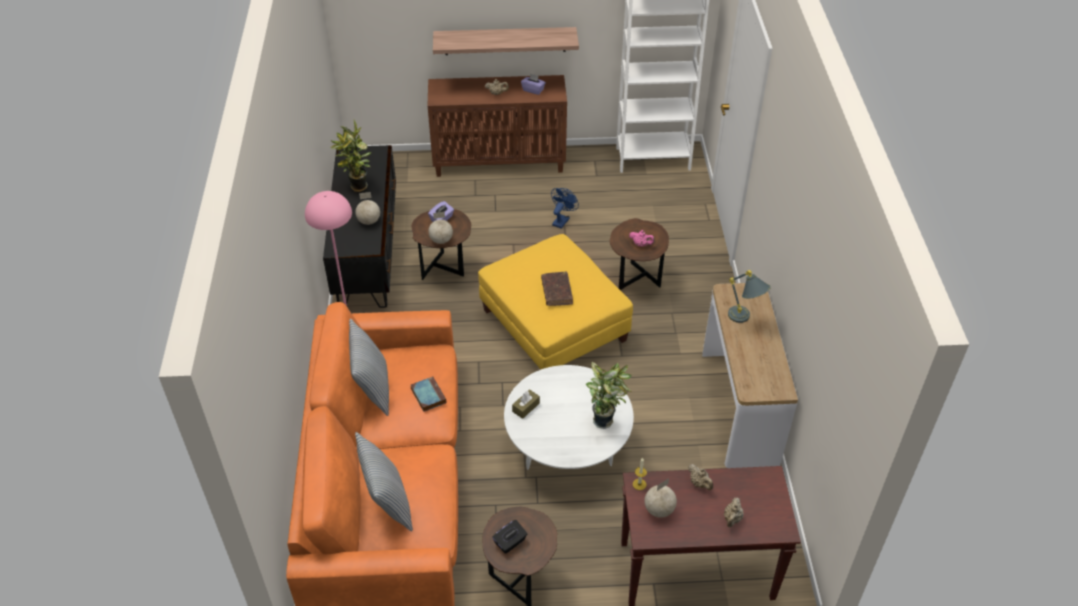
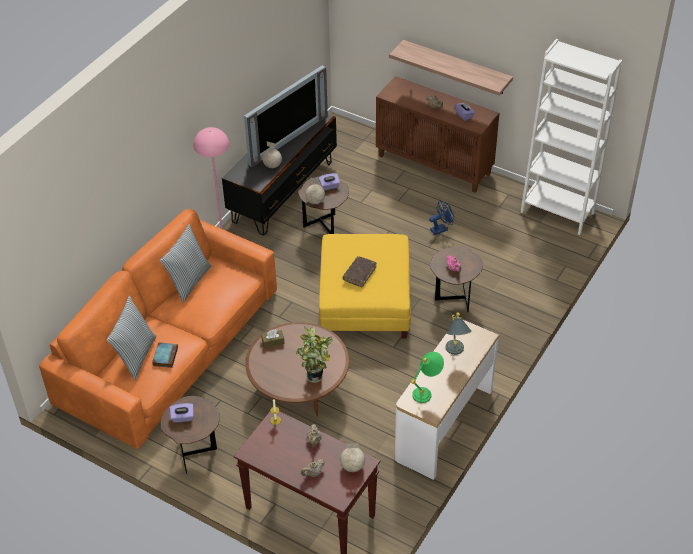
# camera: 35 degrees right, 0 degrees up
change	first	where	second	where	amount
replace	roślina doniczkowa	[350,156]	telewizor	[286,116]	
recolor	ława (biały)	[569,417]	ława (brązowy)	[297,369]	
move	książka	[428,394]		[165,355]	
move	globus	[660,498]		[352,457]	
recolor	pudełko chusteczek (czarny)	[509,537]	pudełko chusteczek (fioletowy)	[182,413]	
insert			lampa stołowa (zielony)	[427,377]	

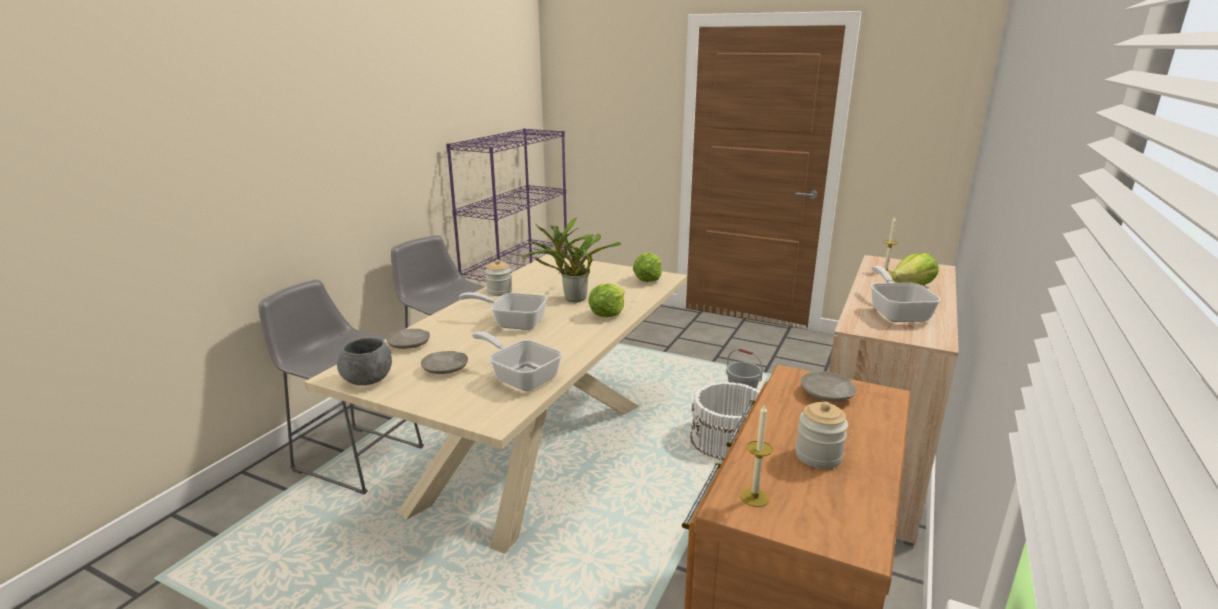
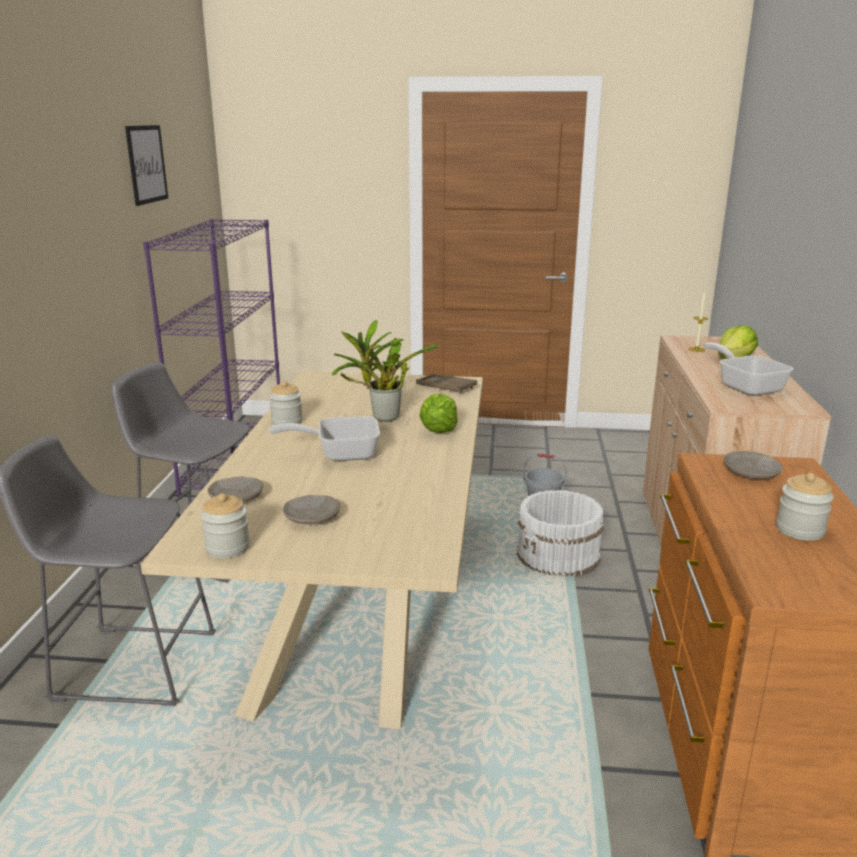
# camera: 20 degrees left, 0 degrees up
change	first	where	second	where	amount
replace	sałata	[647,267]	taca (brązowy)	[446,383]	
delete	patelnia	[517,361]			
replace	miska (szary)	[364,361]	słoik	[225,525]	
delete	świeca	[756,455]			
insert			obraz	[146,165]	

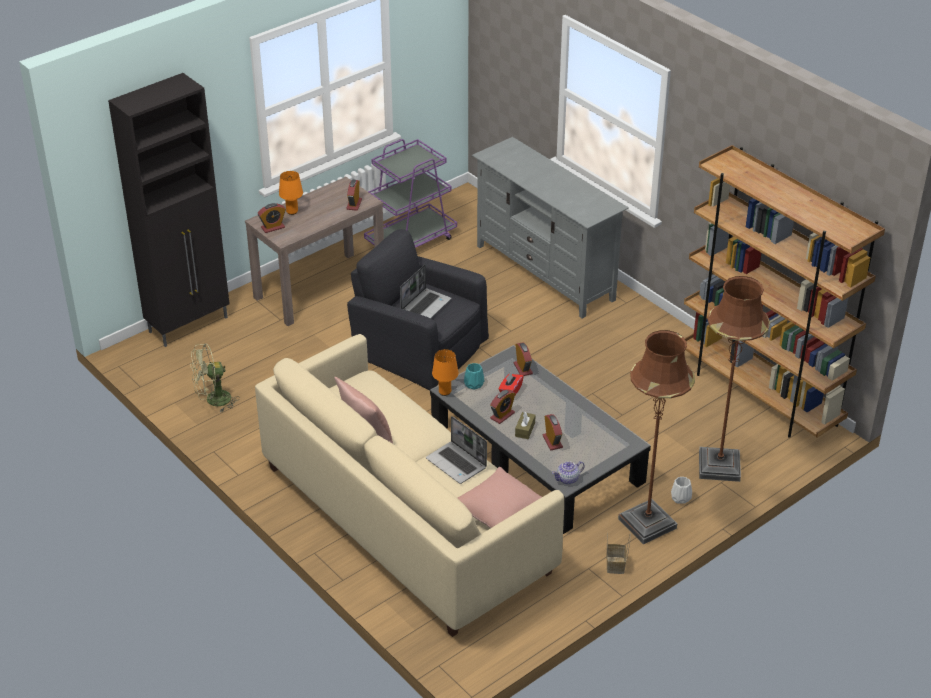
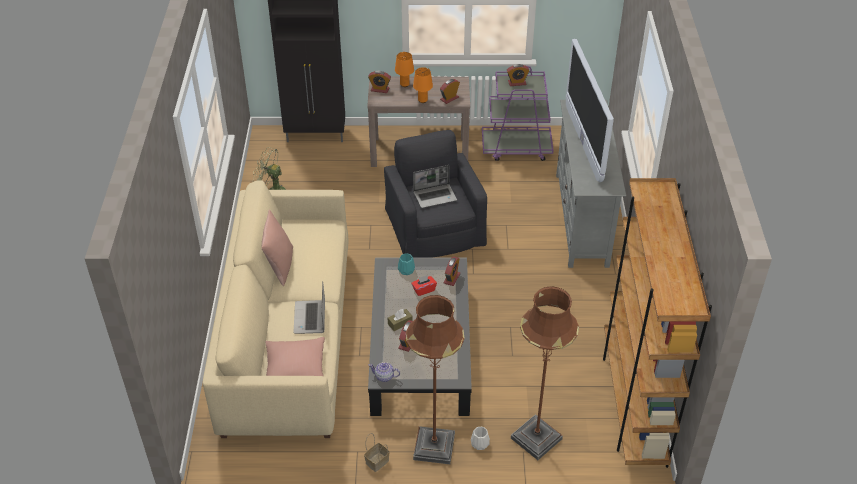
# camera: 40 degrees right, 5 degrees up
change	first	where	second	where	amount
move	lampa stołowa (pomarańczowy)	[445,372]		[423,85]	
move	budzik	[502,406]		[518,75]	
insert			telewizor	[590,110]	

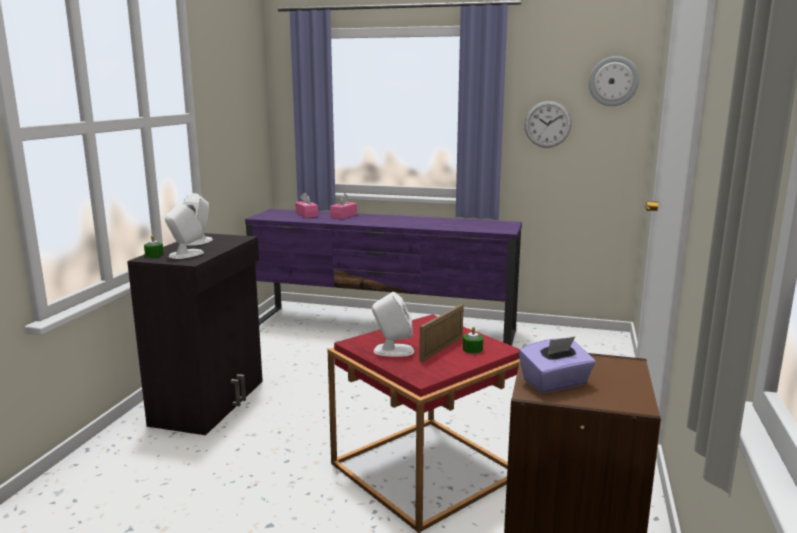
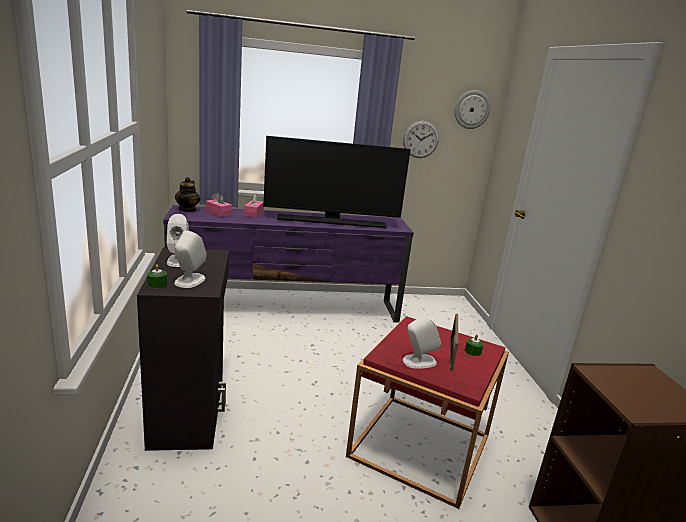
# camera: 25 degrees left, 5 degrees up
change	first	where	second	where	amount
delete	pudełko chusteczek (fioletowy)	[557,364]			
insert			telewizor	[337,182]	
insert			imbryk	[187,194]	

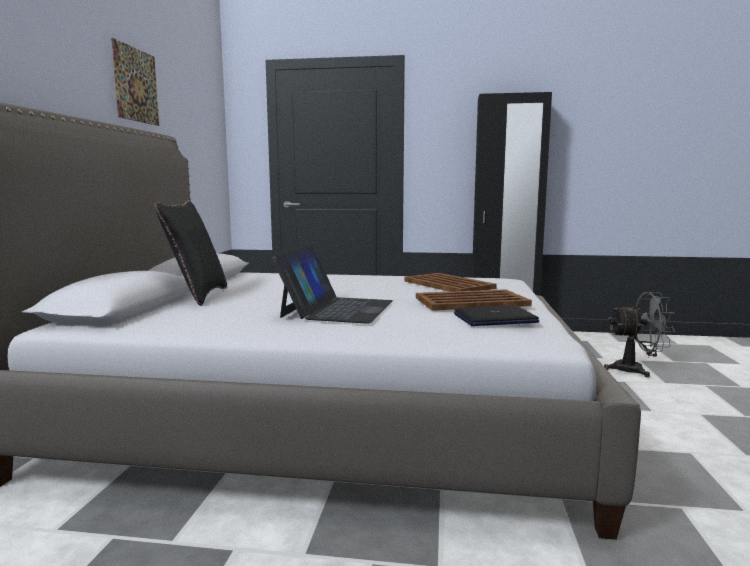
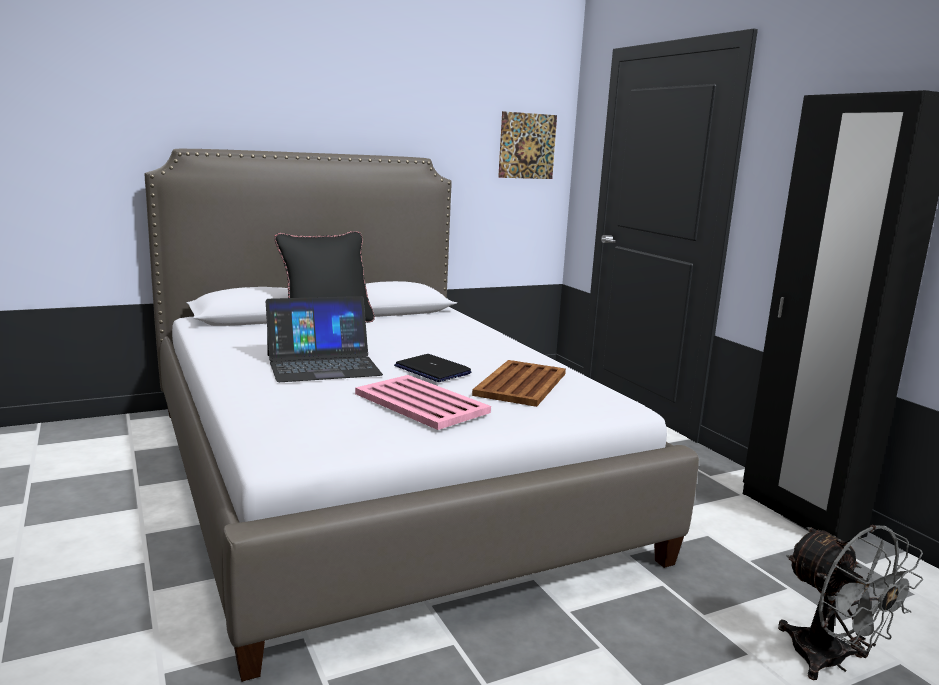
# camera: 55 degrees right, 5 degrees up
change	first	where	second	where	amount
move	obraz	[135,82]		[527,145]	
recolor	taca (brązowy)	[474,300]	taca (różowy)	[423,402]	
move	laptop	[496,315]		[433,368]	

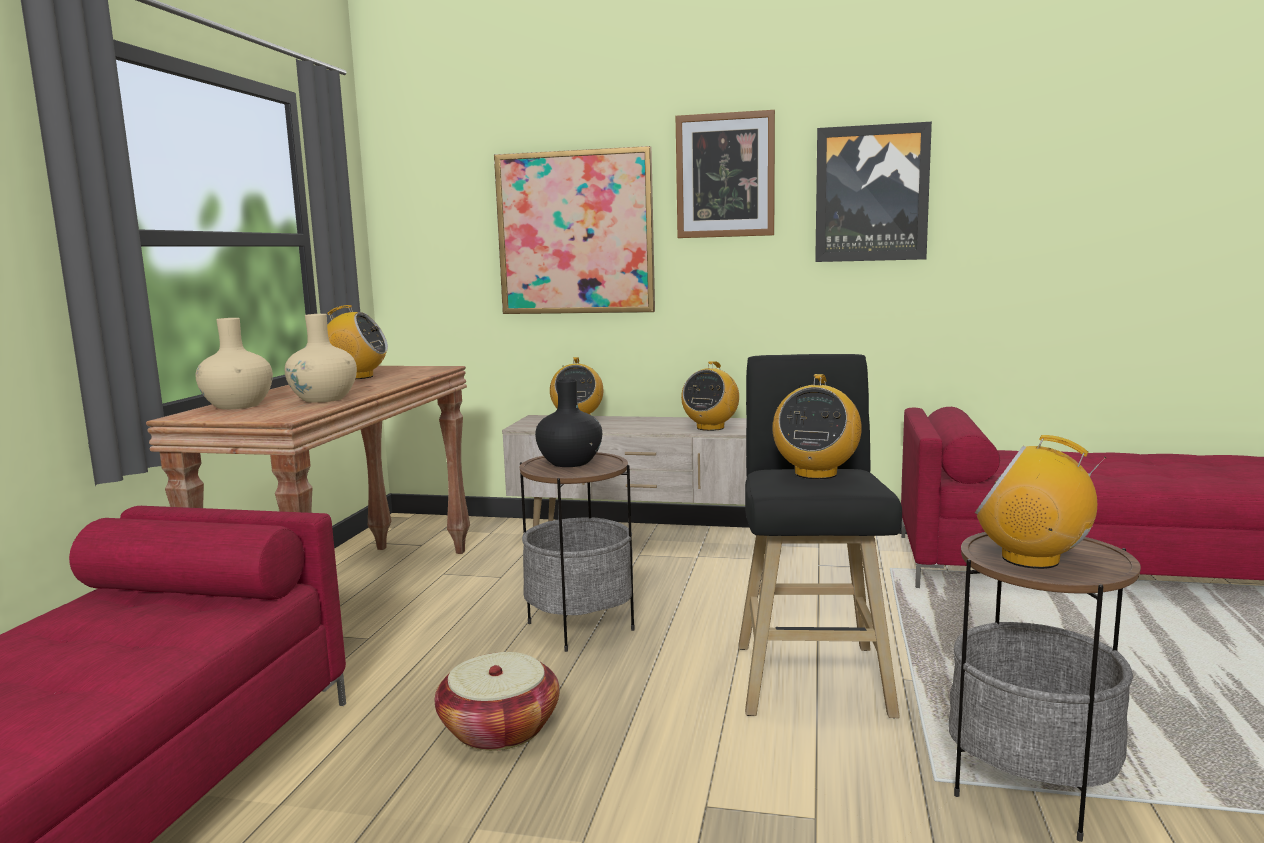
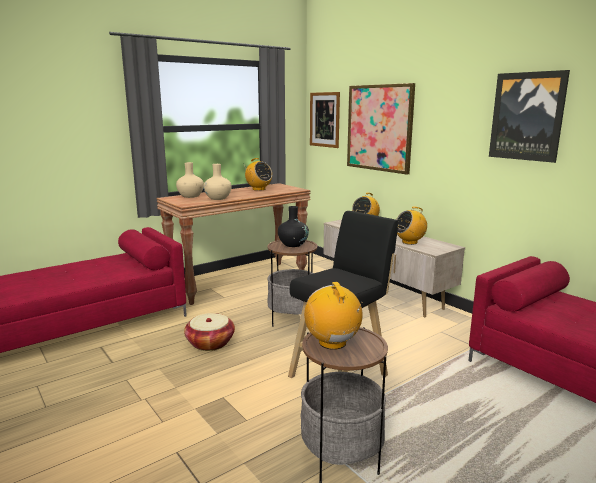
# camera: 40 degrees right, 5 degrees up
change	first	where	second	where	amount
move	obraz	[725,174]		[325,120]	
delete	radio	[817,426]			

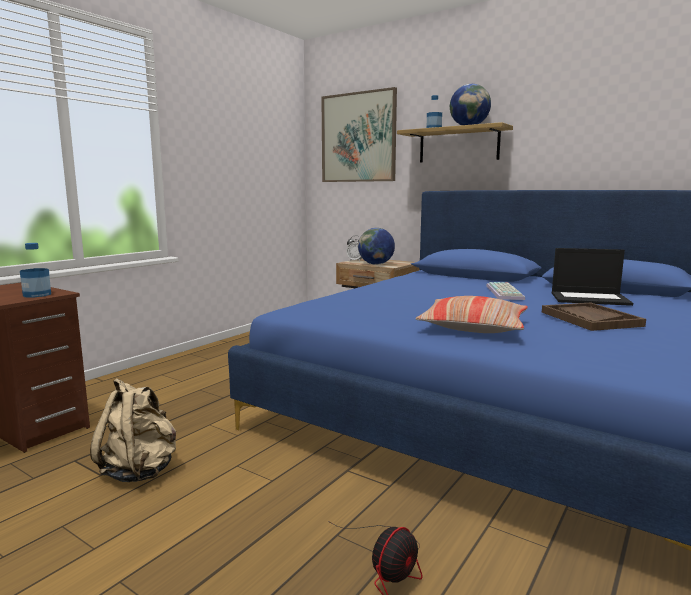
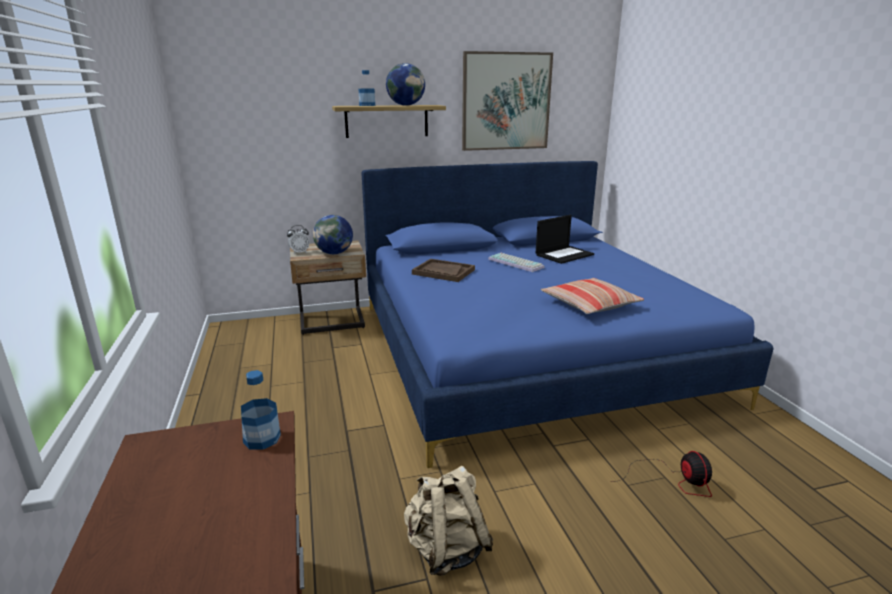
# camera: 50 degrees left, 10 degrees up
change	first	where	second	where	amount
move	obraz	[359,134]		[507,101]	
move	taca (brązowy)	[594,317]		[443,270]	

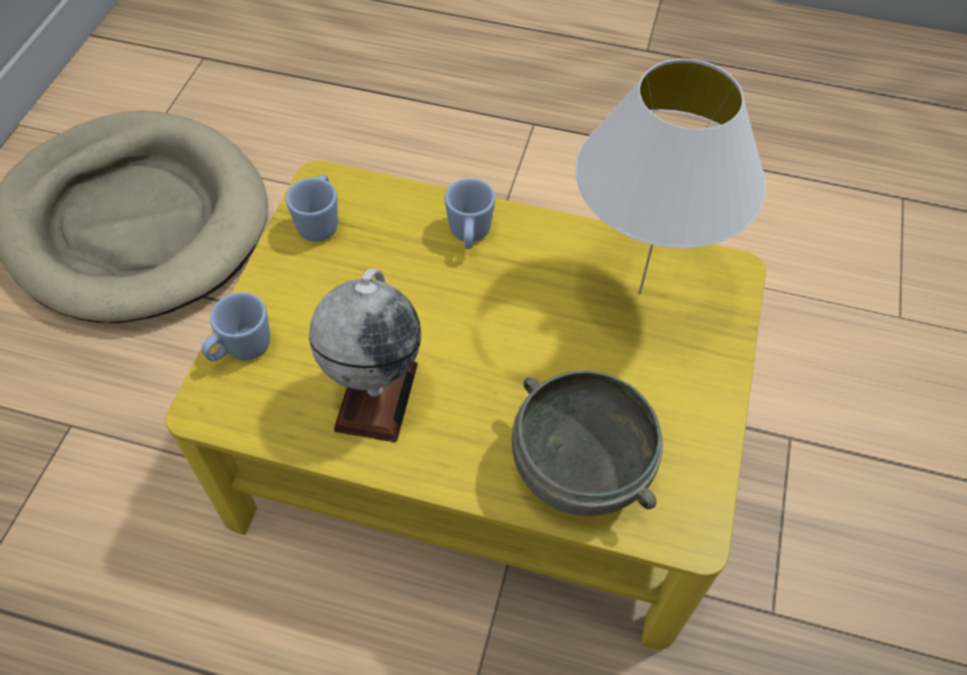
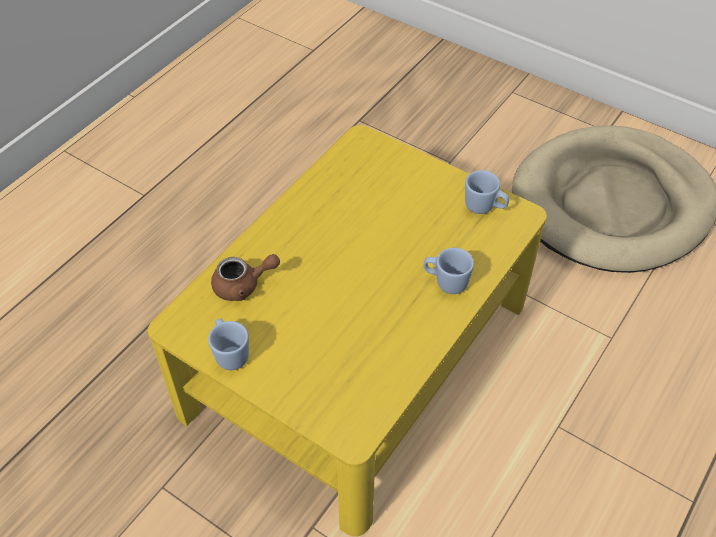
# camera: 110 degrees right, 5 degrees down
change	first	where	second	where	amount
delete	lampa stołowa (biały)	[670,176]			
delete	globus	[365,355]			
move	kubek (niebieski)	[236,326]		[228,344]	
replace	miska (szary)	[587,443]	imbryk (brązowy)	[245,277]	

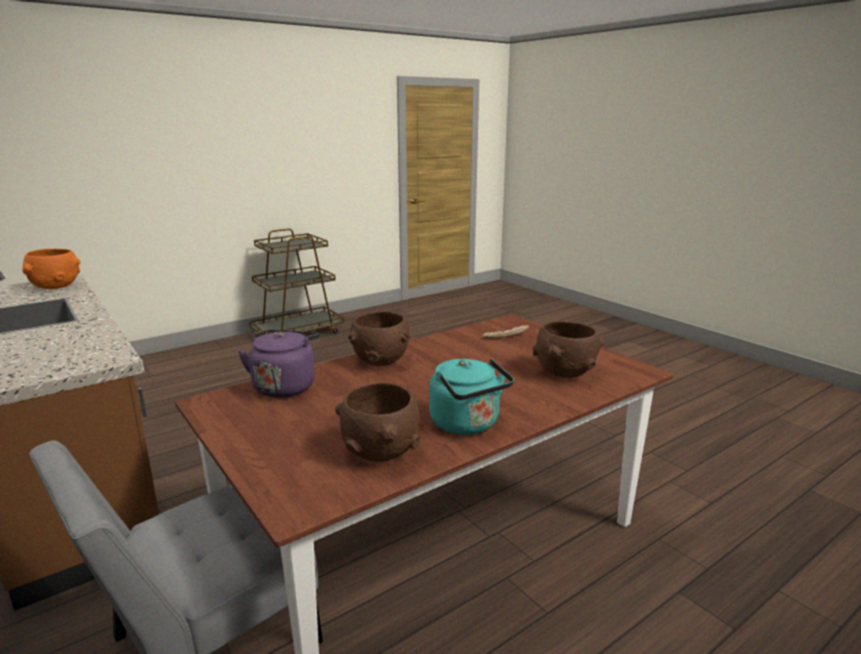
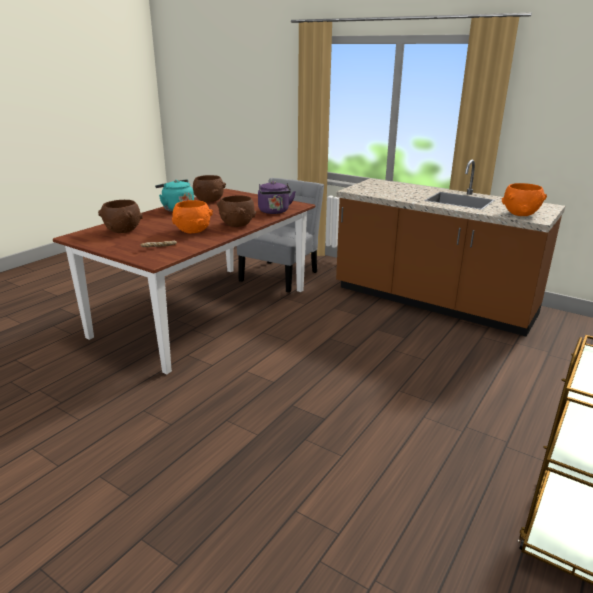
# camera: 160 degrees right, 5 degrees up
change	first	where	second	where	amount
insert			miska (pomarańczowy)	[192,217]	

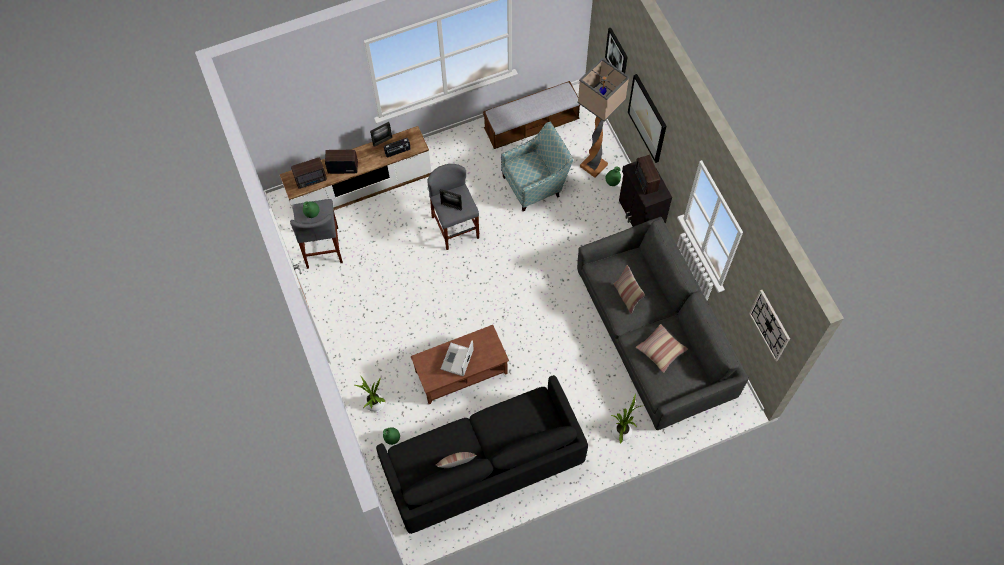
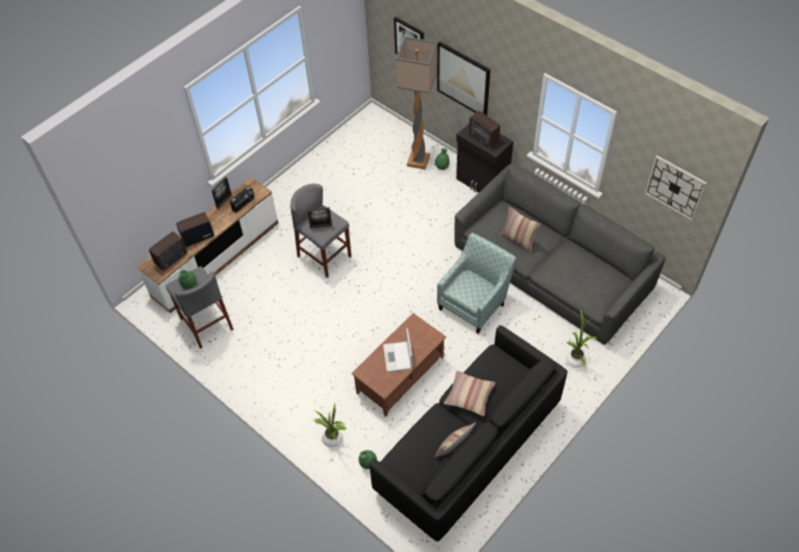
# camera: 25 degrees left, 10 degrees down
change	first	where	second	where	amount
delete	ławka	[531,115]			
move	fotel	[537,166]		[477,283]	
move	poduszka	[662,348]		[469,393]	

